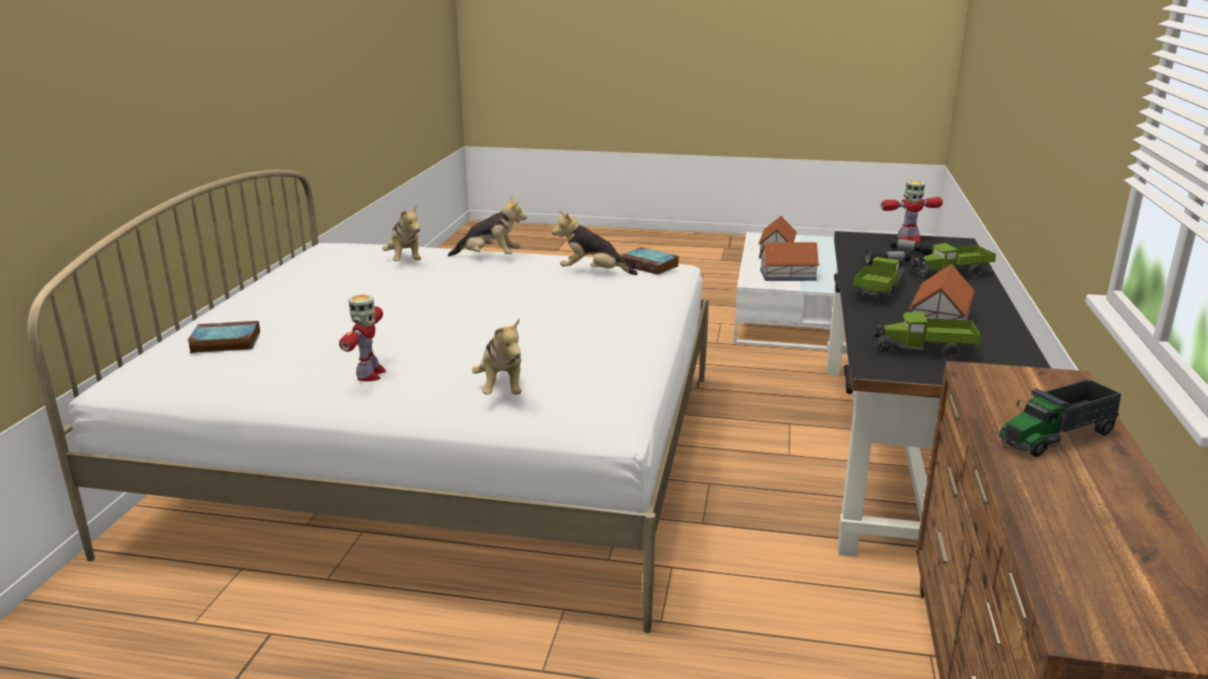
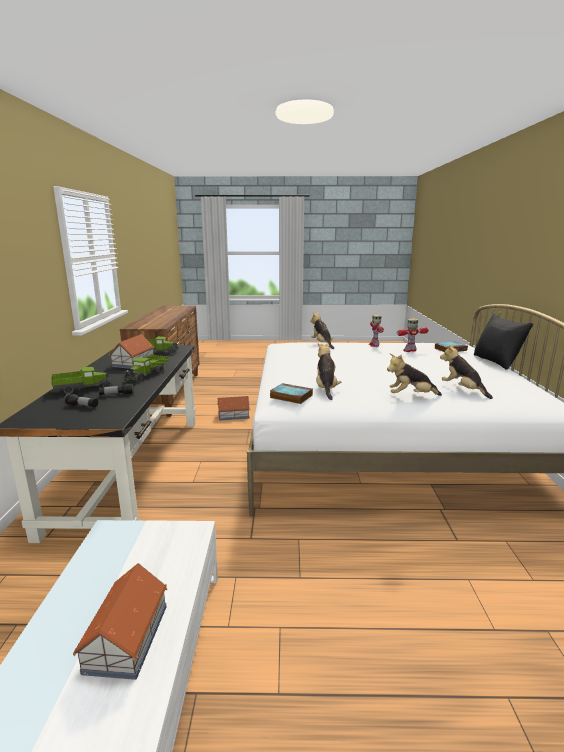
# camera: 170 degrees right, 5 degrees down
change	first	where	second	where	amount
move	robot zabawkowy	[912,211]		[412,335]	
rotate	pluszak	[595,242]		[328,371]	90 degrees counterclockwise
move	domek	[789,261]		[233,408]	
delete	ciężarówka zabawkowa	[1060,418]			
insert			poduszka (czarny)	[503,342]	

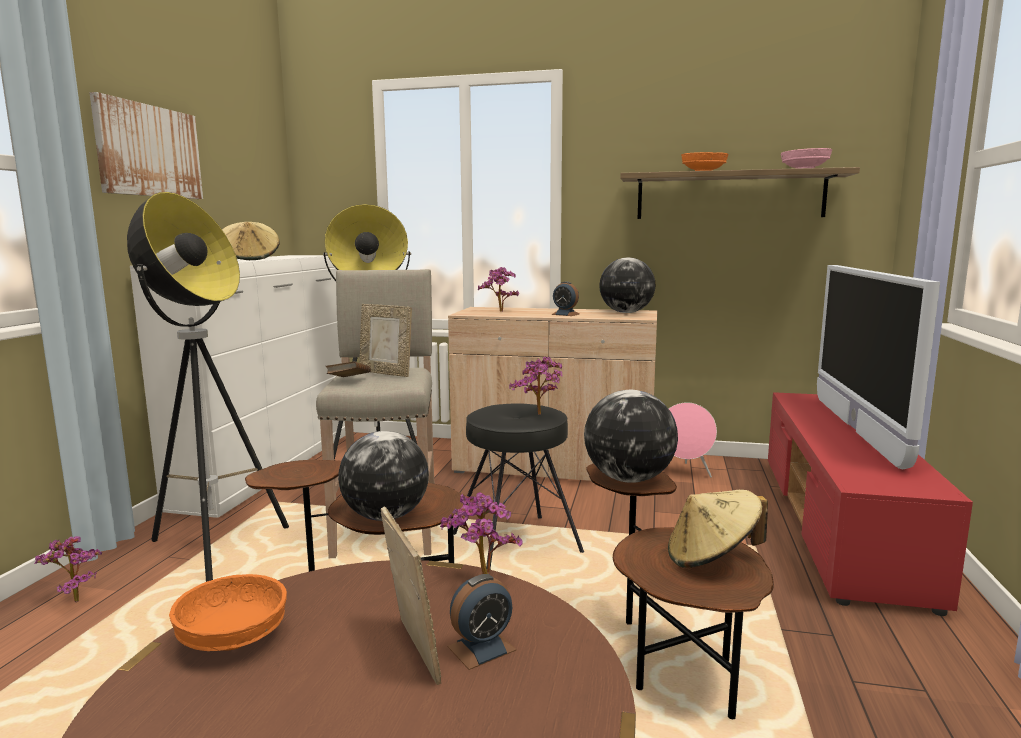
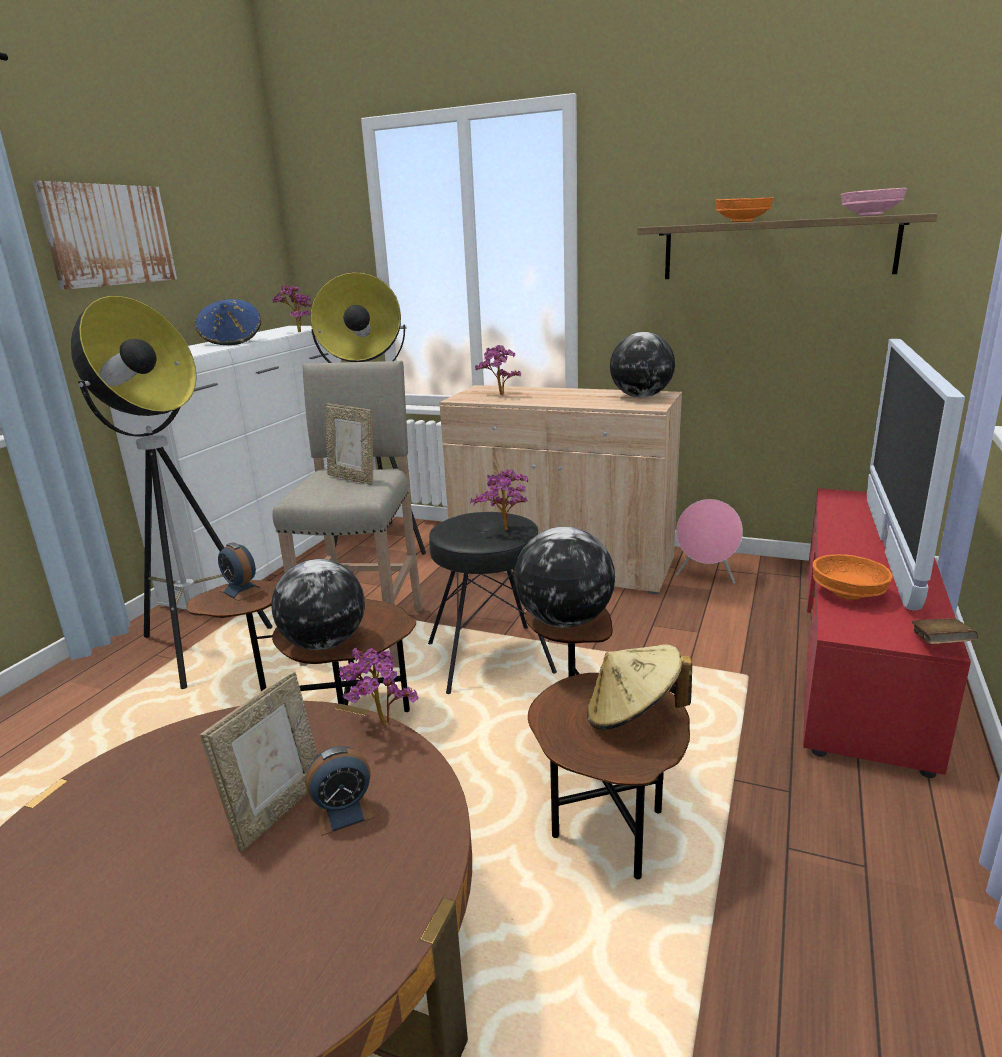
# camera: 10 degrees right, 10 degrees up
change	first	where	second	where	amount
recolor	kapelusz (beżowy)	[251,241]	kapelusz (niebieski)	[228,322]	
move	budzik	[565,298]		[241,572]	
move	książka (brązowy)	[348,369]		[944,631]	
rotate	ramka na zdjęcie	[411,596]		[259,762]	45 degrees clockwise
move	roślina doniczkowa	[68,569]		[292,308]	
move	miska (pomarańczowy)	[228,612]		[852,577]	

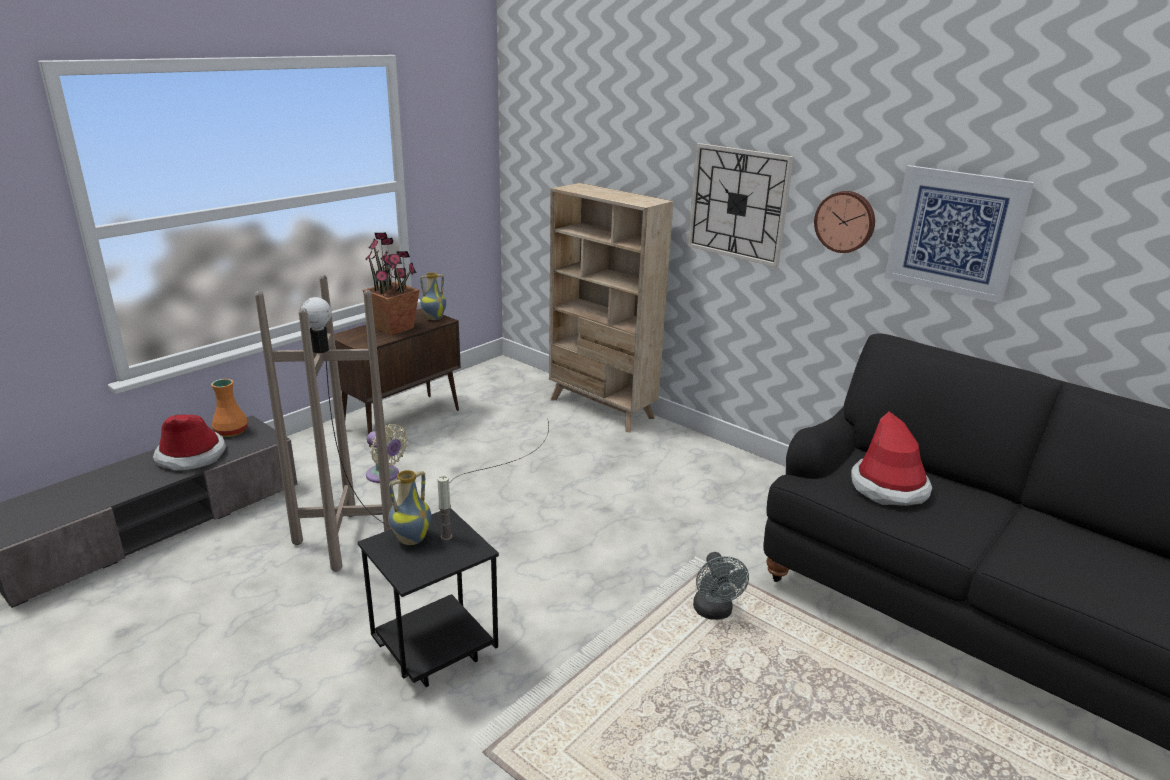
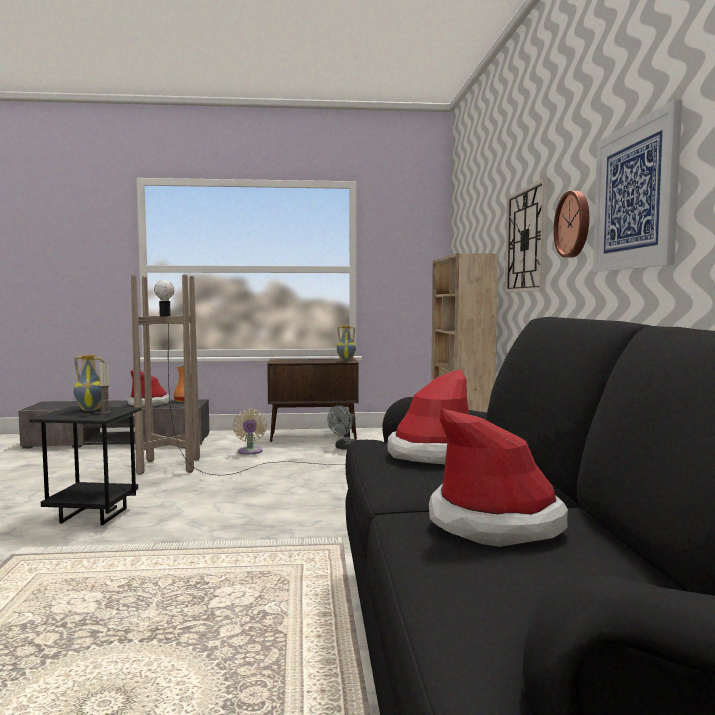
# camera: 45 degrees right, 20 degrees down
change	first	where	second	where	amount
delete	roślina doniczkowa	[391,283]			
move	wentylator (szary)	[721,586]		[341,427]	
insert			kapelusz	[498,477]	

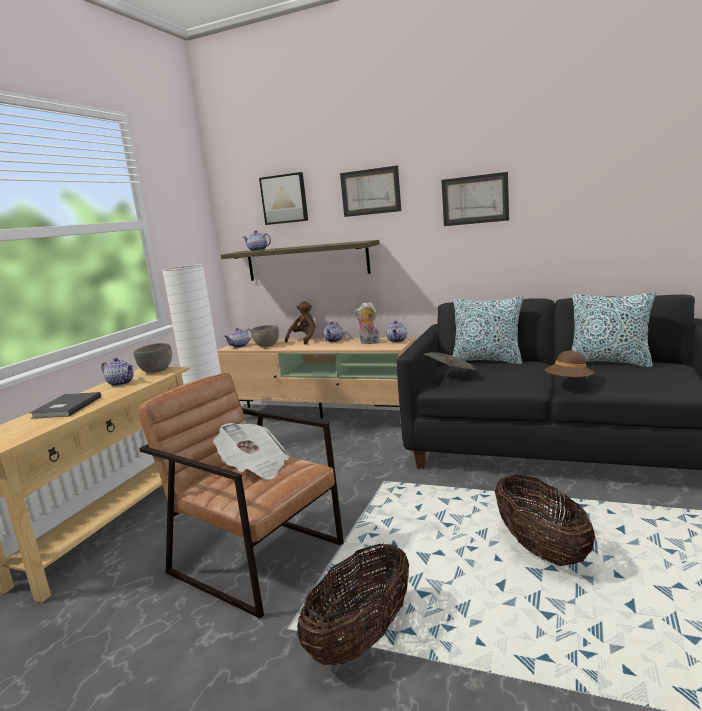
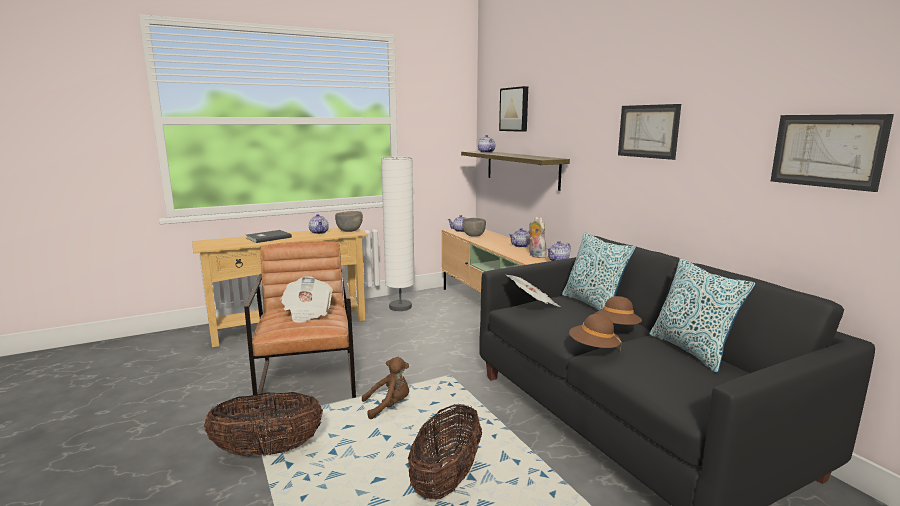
# camera: 40 degrees right, 0 degrees up
change	first	where	second	where	amount
move	obraz	[370,191]		[832,153]	
move	pluszak (brązowy)	[300,323]		[385,388]	
insert			kapelusz (brązowy)	[618,310]	

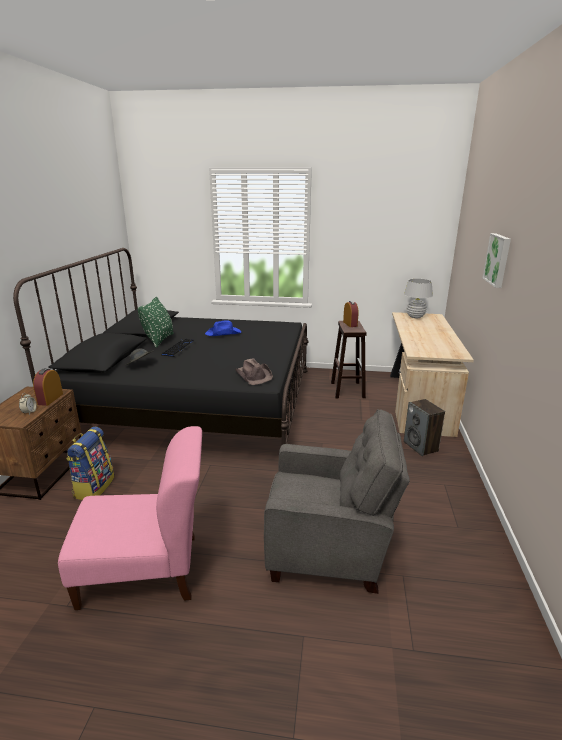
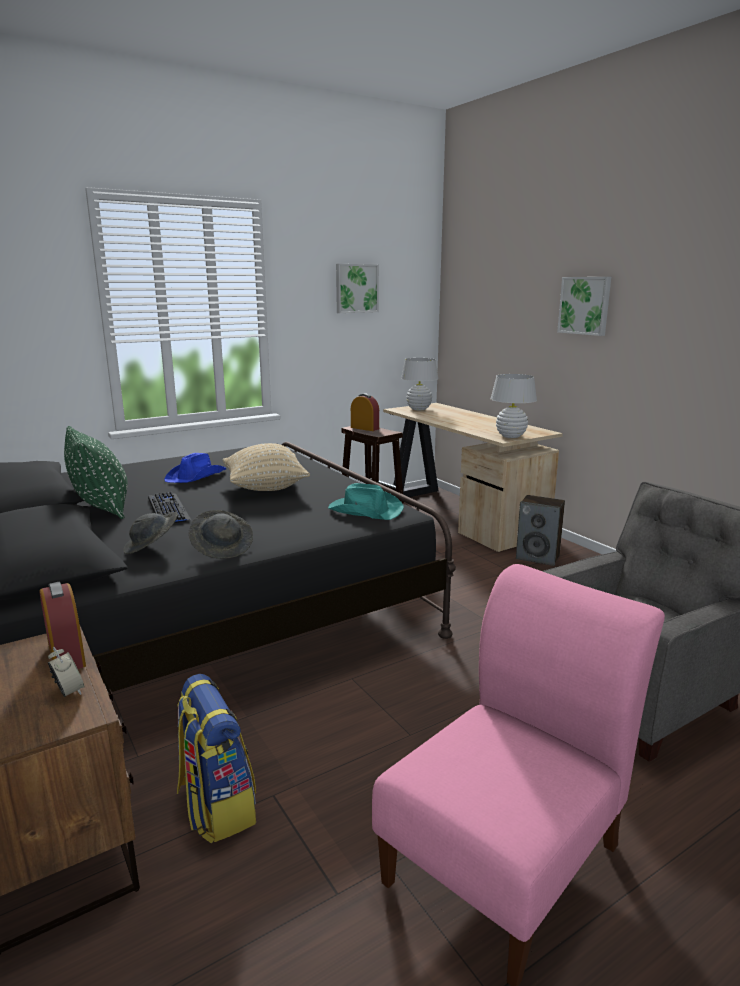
# camera: 40 degrees left, 5 degrees down
change	first	where	second	where	amount
recolor	kapelusz (brązowy)	[254,371]	kapelusz (turkusowy)	[366,501]	
insert			obraz	[357,288]	
insert			lampa stołowa (biały)	[513,406]	
insert			poduszka (beżowy)	[266,467]	
insert			kapelusz (szary)	[221,534]	

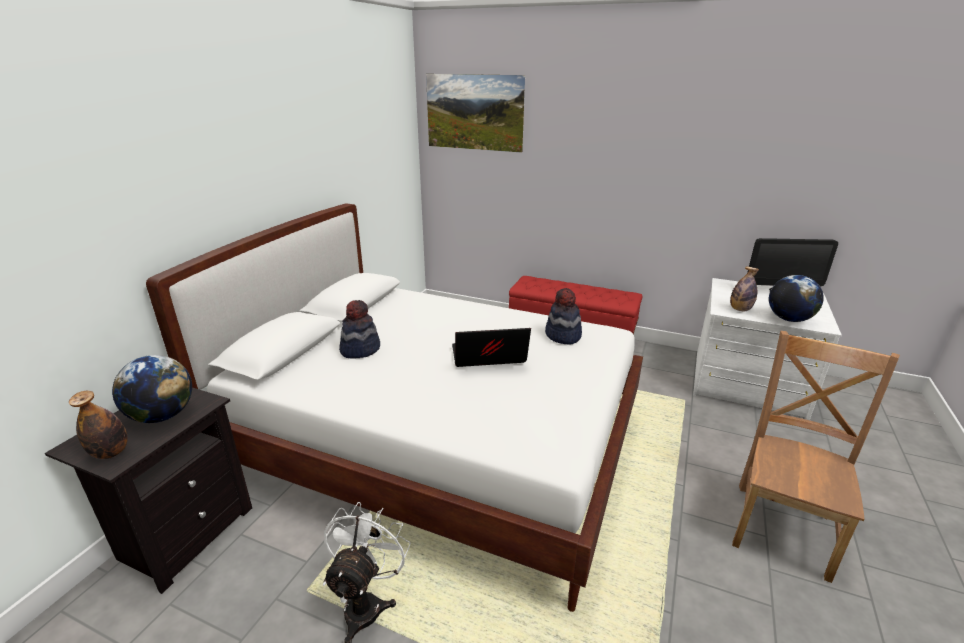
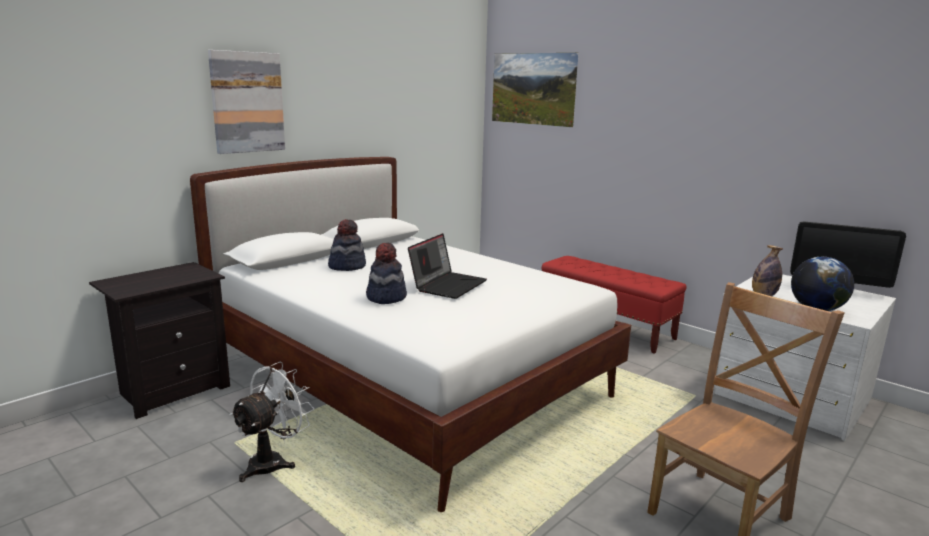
# camera: 20 degrees right, 10 degrees down
change	first	where	second	where	amount
move	kapelusz	[563,316]		[386,273]	
rotate	laptop	[491,347]		[447,266]	105 degrees clockwise
delete	globus	[152,389]			
delete	butelka	[98,425]			
insert			obraz	[246,102]	

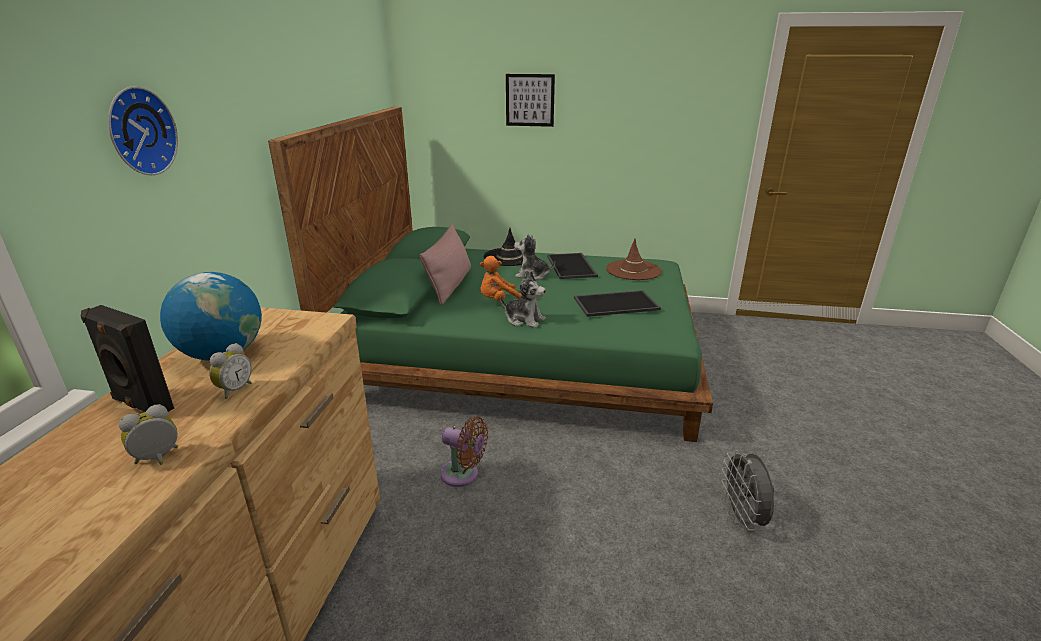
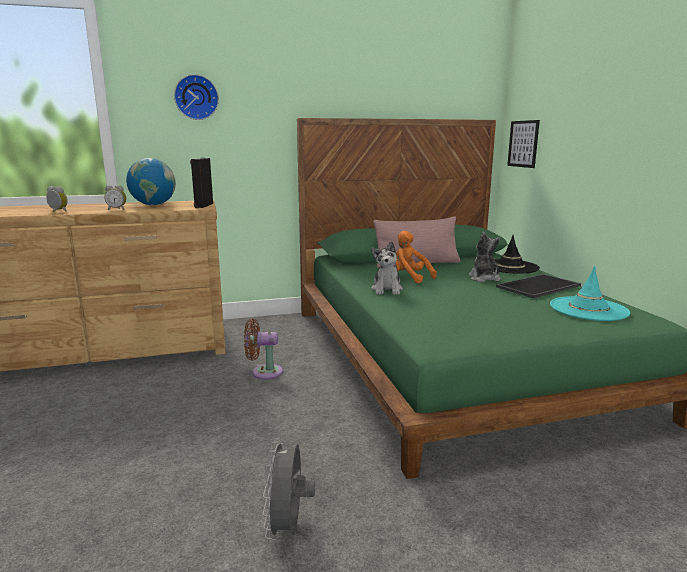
# camera: 65 degrees right, 10 degrees down
change	first	where	second	where	amount
move	obraz	[530,100]		[523,144]	
recolor	kapelusz (brązowy)	[634,259]	kapelusz (turkusowy)	[590,293]	
delete	taca	[617,303]			
move	głośnik (czarny)	[127,358]		[201,183]	
rotate	wentylator (brązowy)	[464,452]		[263,349]	90 degrees clockwise
rotate	wentylator (szary)	[747,490]		[289,489]	60 degrees counterclockwise

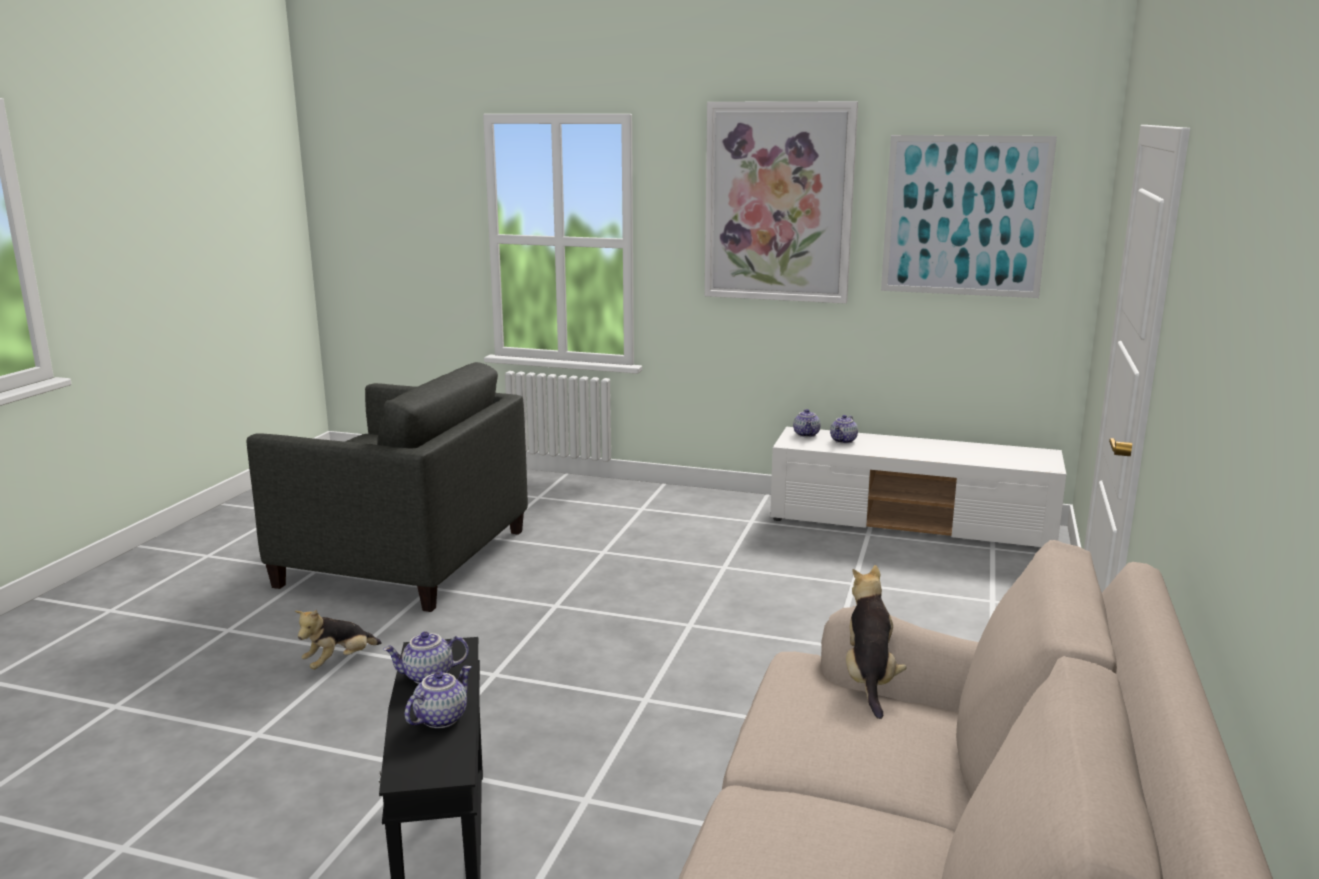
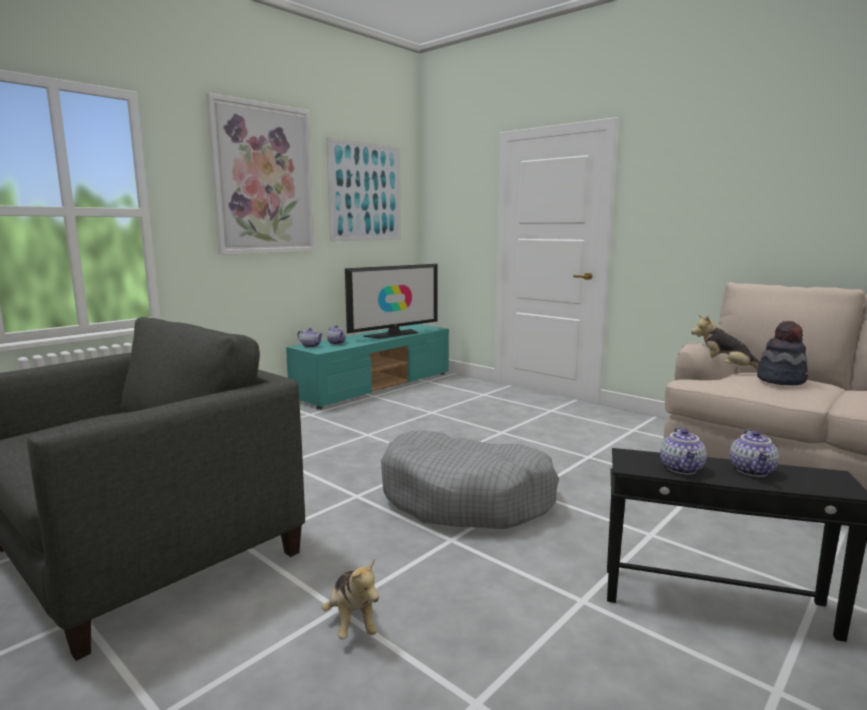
# camera: 65 degrees left, 5 degrees down
change	first	where	second	where	amount
recolor	szafka pod telewizor (biały)	[918,487]	szafka pod telewizor (turkusowy)	[367,366]	
rotate	imbryk	[438,697]		[754,453]	135 degrees counterclockwise
insert			telewizor	[391,301]	
insert			kapelusz	[782,353]	
insert			legowisko (szary)	[470,479]	

